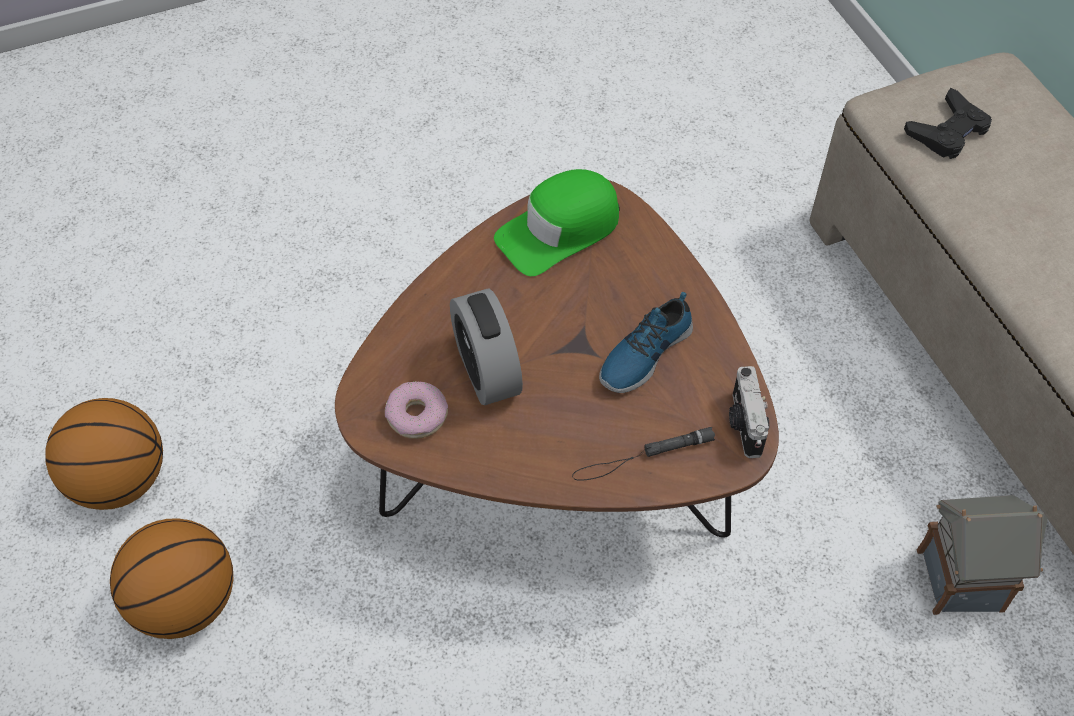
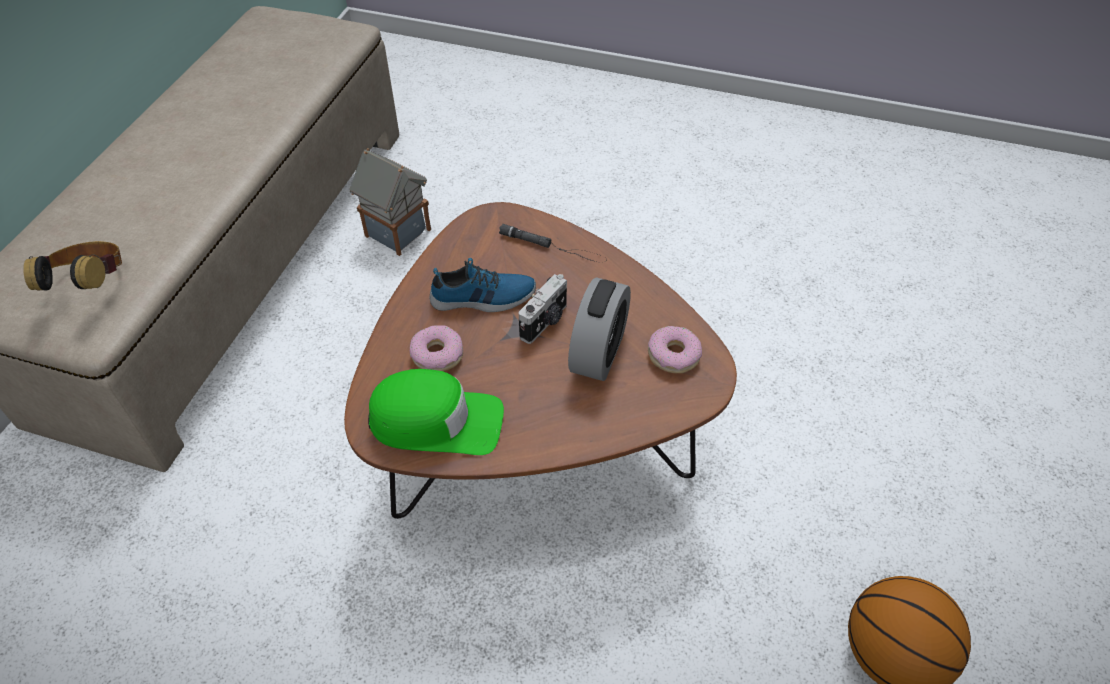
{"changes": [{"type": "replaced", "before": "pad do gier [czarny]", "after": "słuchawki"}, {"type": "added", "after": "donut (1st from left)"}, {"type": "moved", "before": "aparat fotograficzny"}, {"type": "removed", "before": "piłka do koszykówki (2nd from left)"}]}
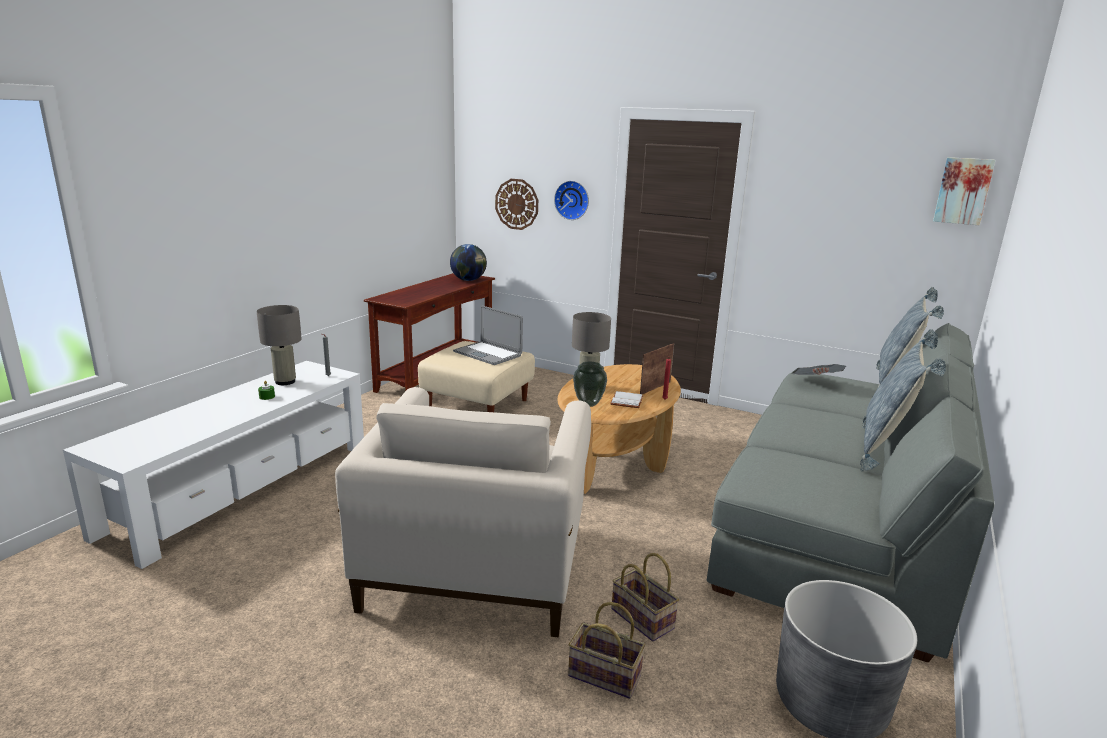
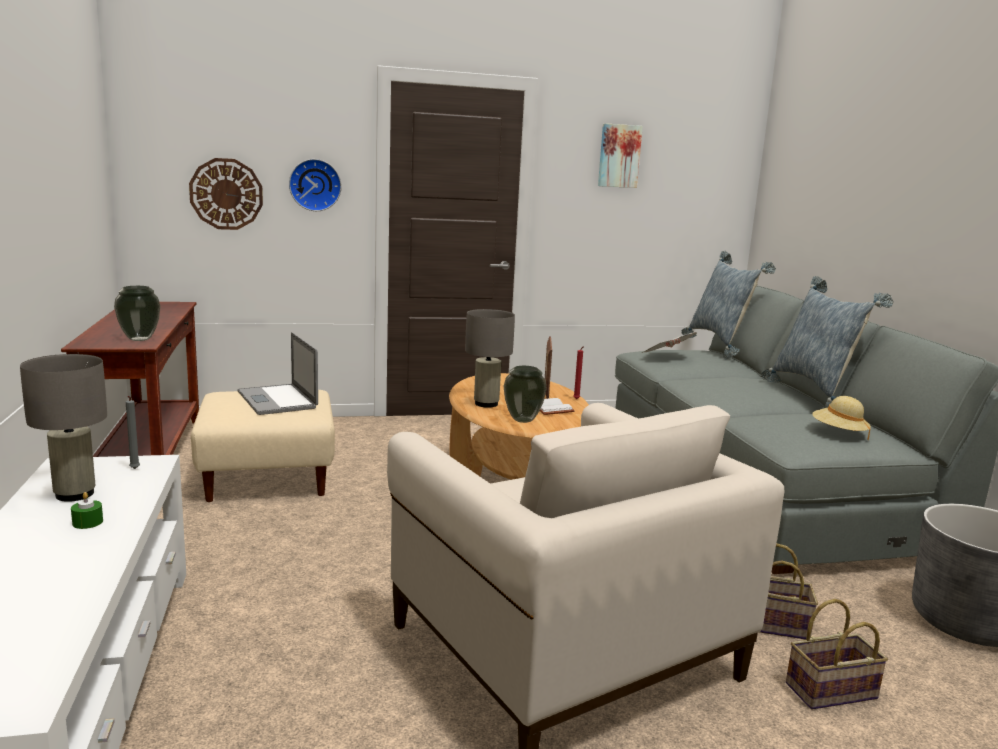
{"changes": [{"type": "added", "after": "wazon (1st from left)"}, {"type": "turned", "before": "laptop", "turn": 60}, {"type": "moved", "before": "obraz"}, {"type": "added", "after": "kapelusz [beżowy]"}, {"type": "removed", "before": "globus"}]}
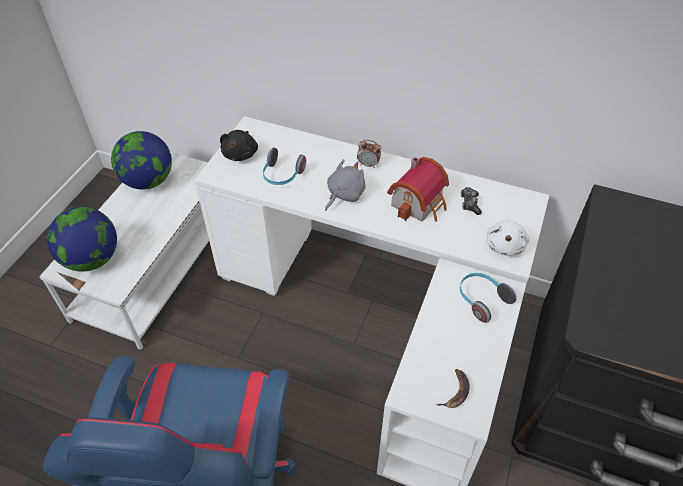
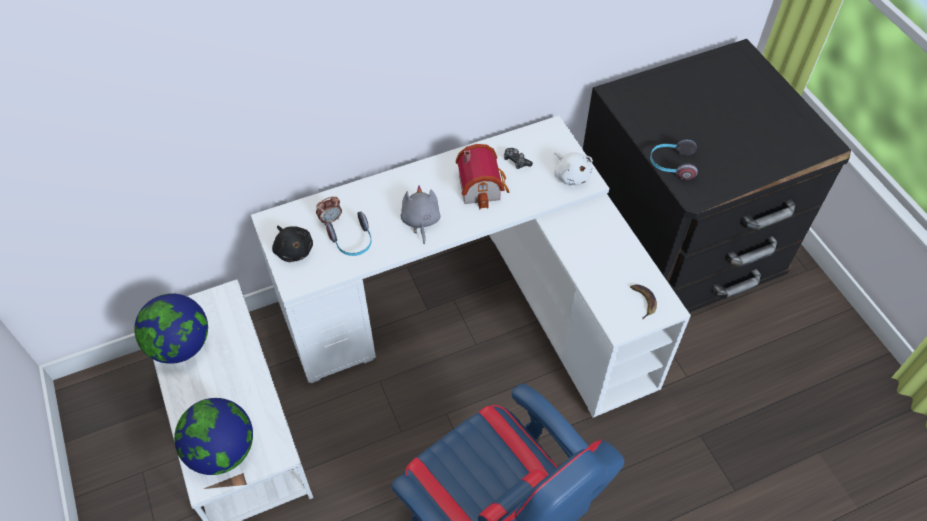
{"changes": [{"type": "moved", "before": "budzik"}, {"type": "moved", "before": "słuchawki (2nd from left)"}]}
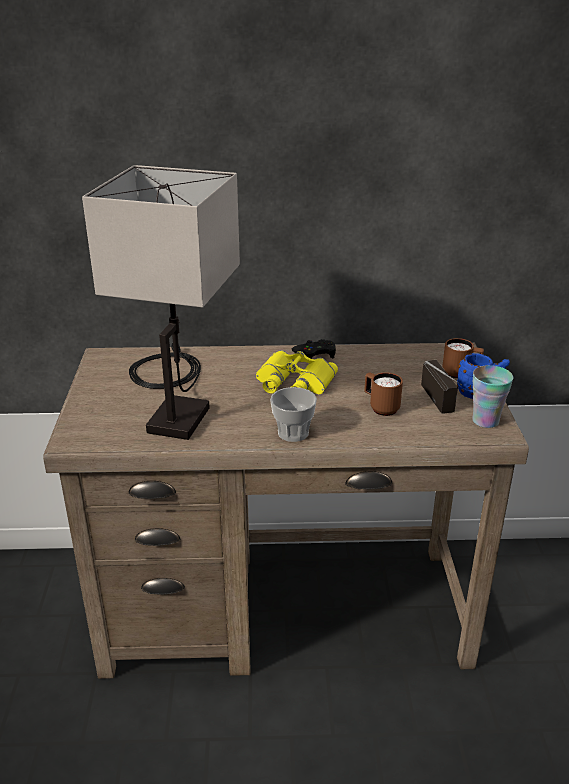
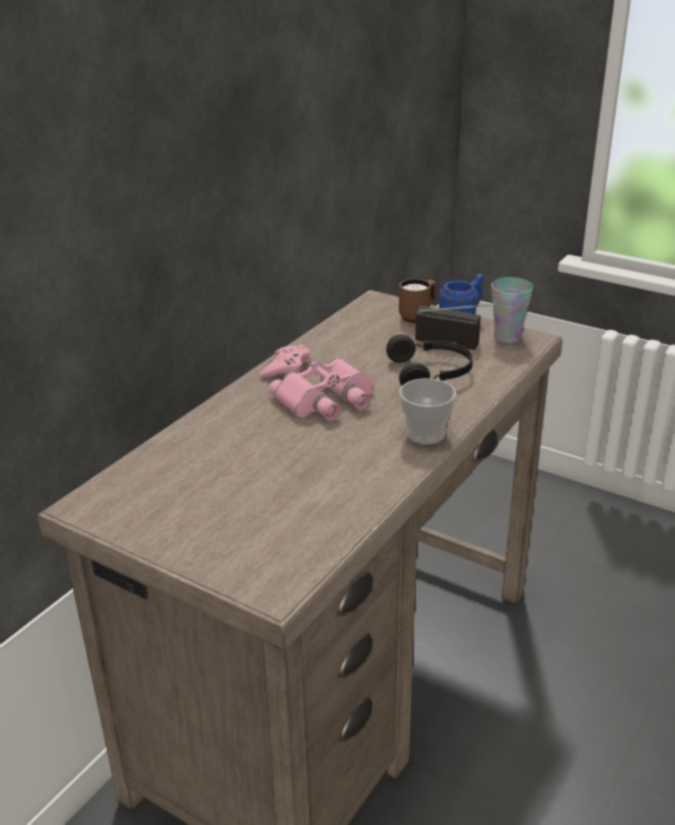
{"changes": [{"type": "recoloured", "before": "pad do gier [czarny]", "after": "pad do gier [różowy]"}, {"type": "recoloured", "before": "lornetka [żółty]", "after": "lornetka [różowy]"}, {"type": "replaced", "before": "kubek [brązowy] (1st from left)", "after": "słuchawki [czarny]"}, {"type": "removed", "before": "lampa stołowa"}]}
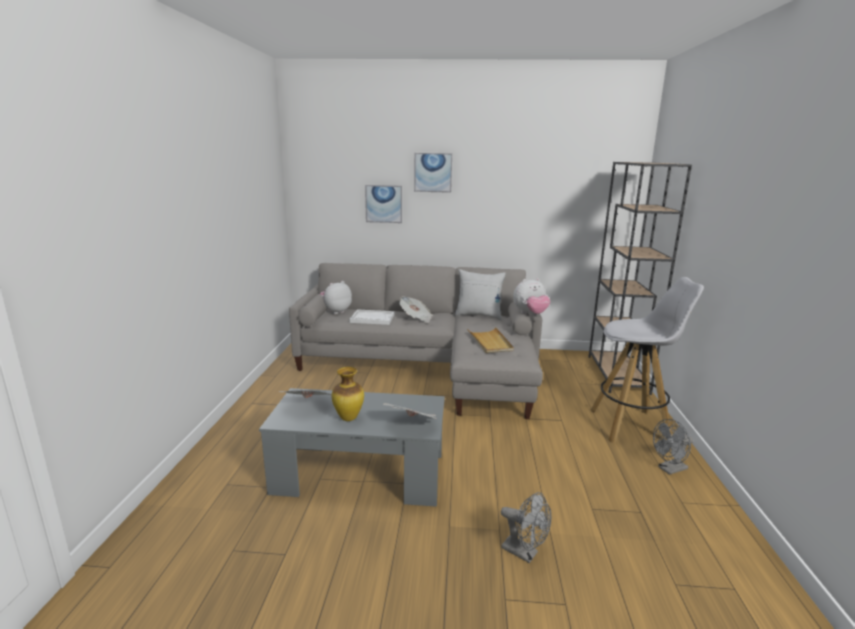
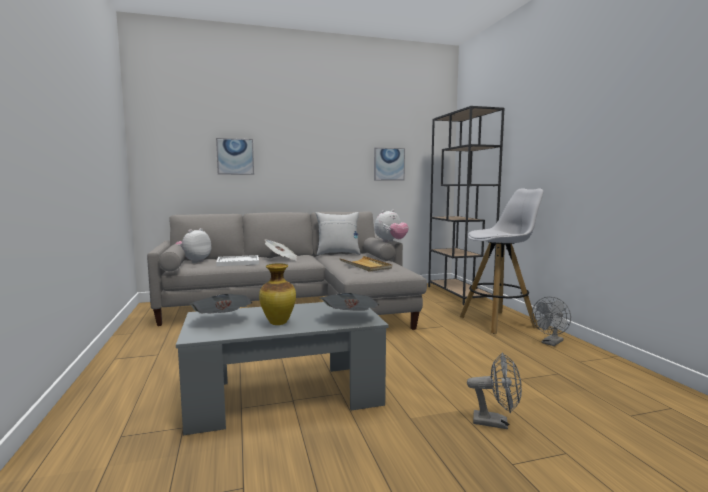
{"changes": [{"type": "moved", "before": "obraz (2nd from left)"}]}
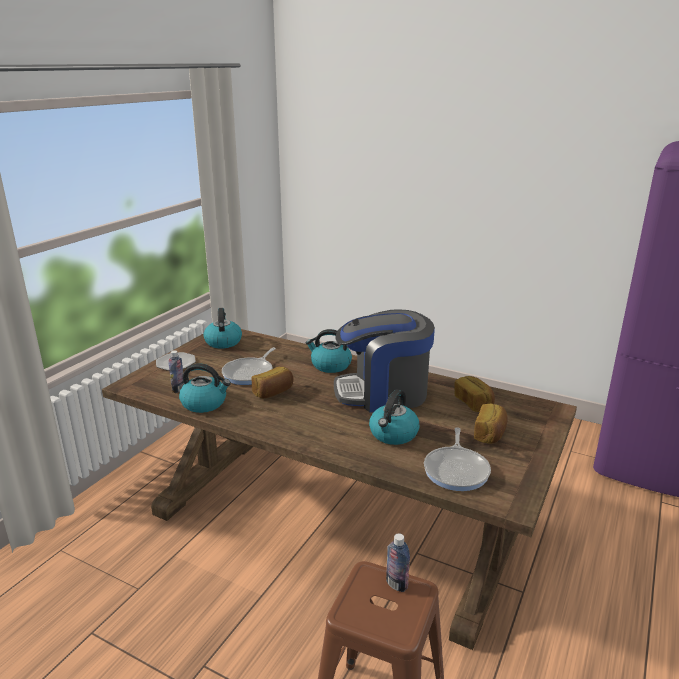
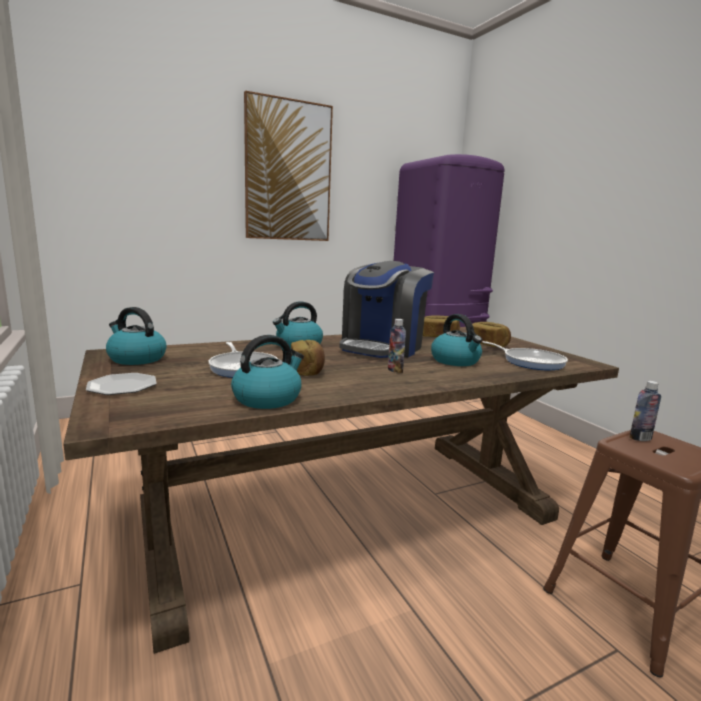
{"changes": [{"type": "added", "after": "obraz"}, {"type": "moved", "before": "butelka (1st from left)"}]}
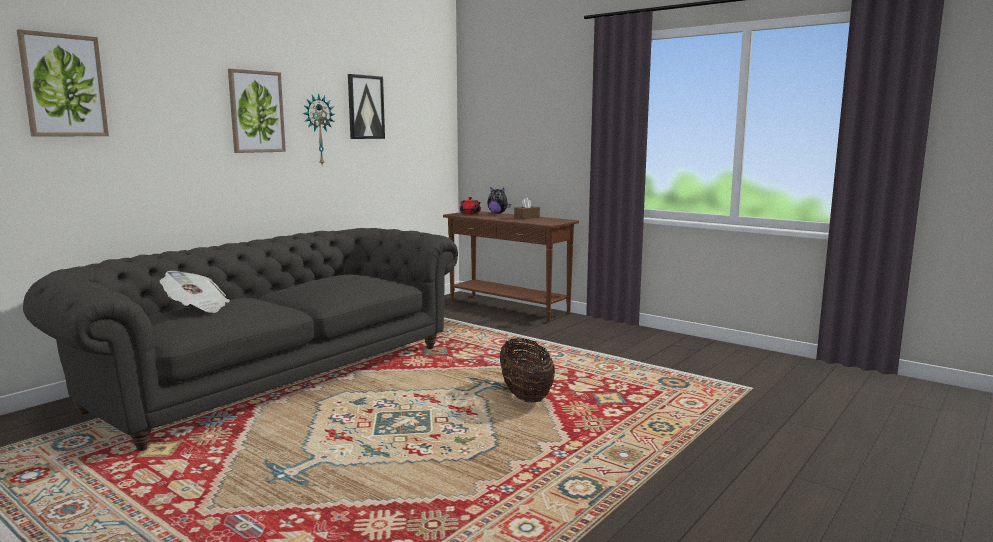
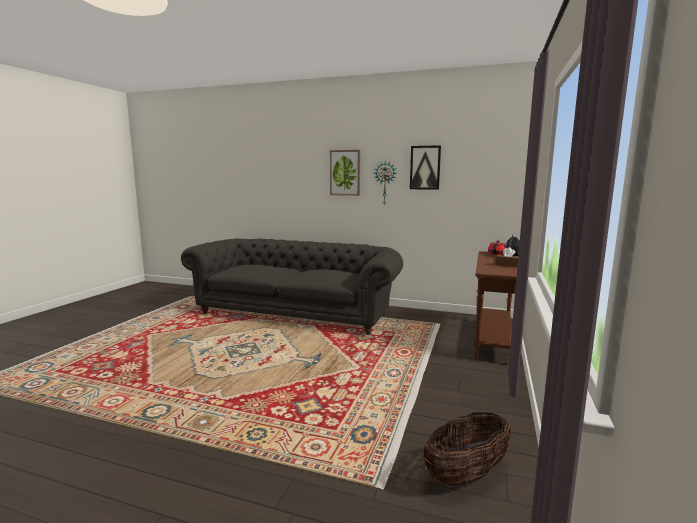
{"changes": [{"type": "moved", "before": "koszyk"}, {"type": "removed", "before": "obraz (1st from left)"}, {"type": "removed", "before": "gazeta"}]}
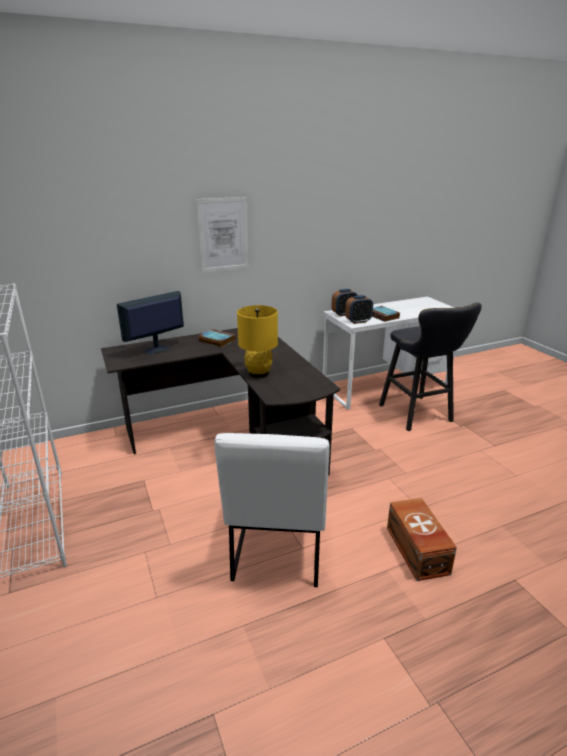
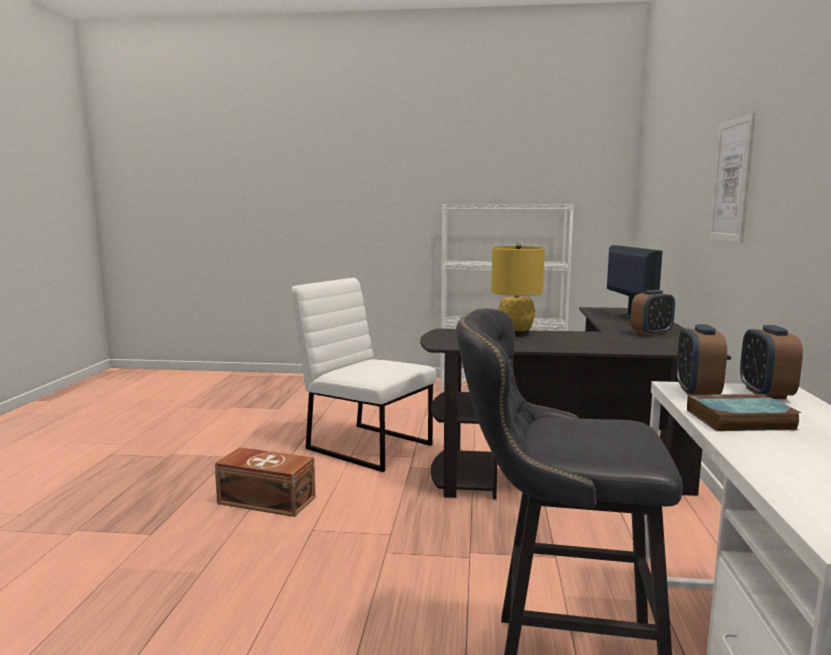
{"changes": [{"type": "replaced", "before": "książka (1st from left)", "after": "budzik (1st from left)"}]}
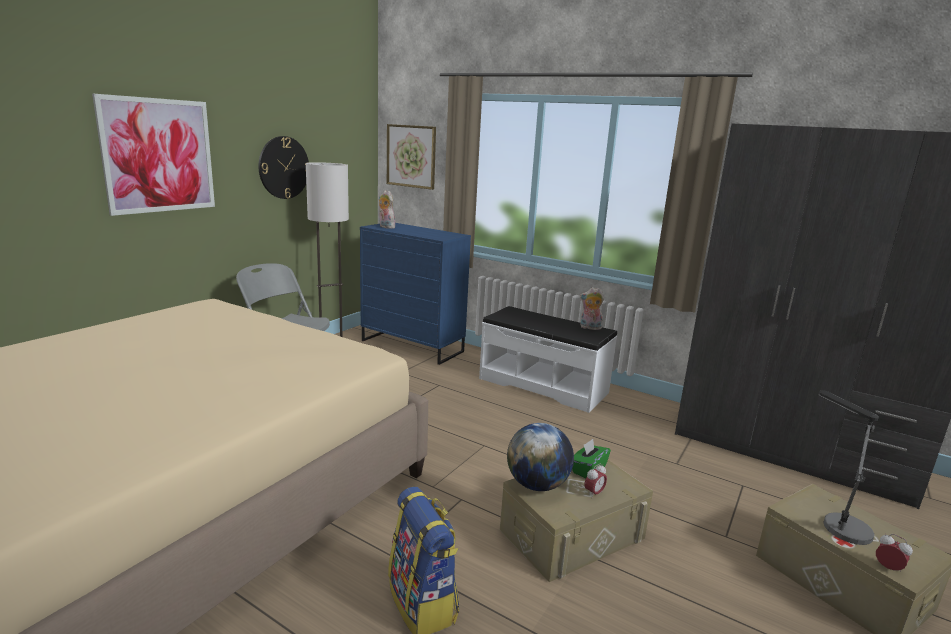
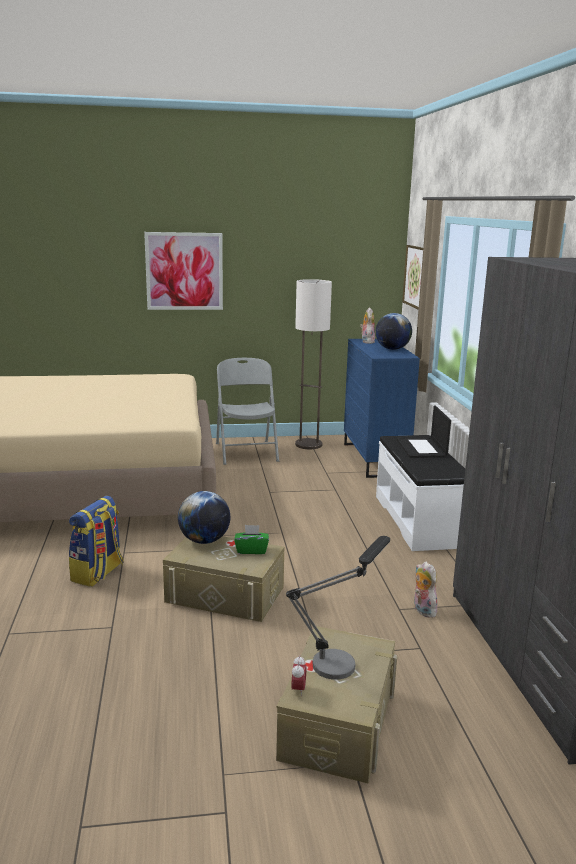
{"changes": [{"type": "added", "after": "globus (2nd from left)"}, {"type": "added", "after": "laptop"}, {"type": "moved", "before": "pluszak (2nd from left)"}, {"type": "removed", "before": "zegar ścienny"}, {"type": "removed", "before": "budzik (1st from left)"}]}
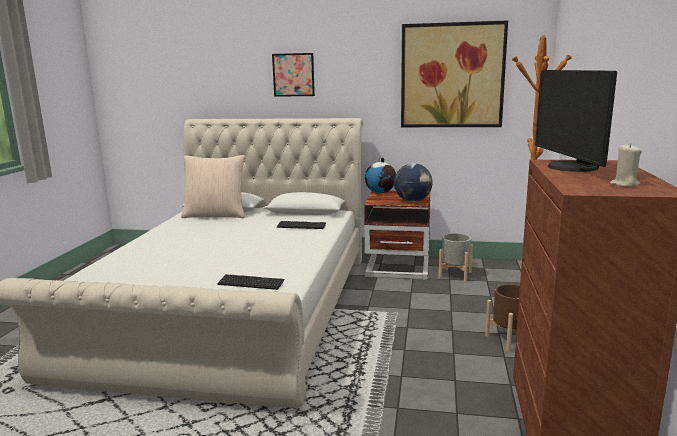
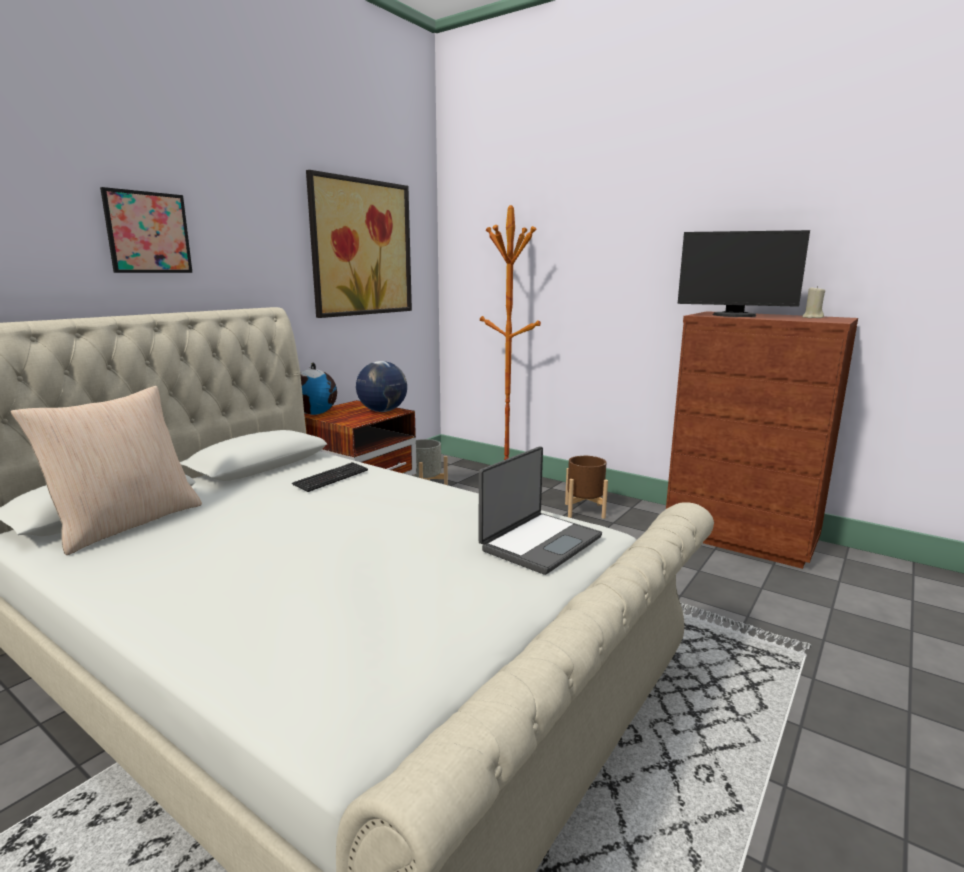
{"changes": [{"type": "replaced", "before": "klawiatura (1st from left)", "after": "laptop"}]}
